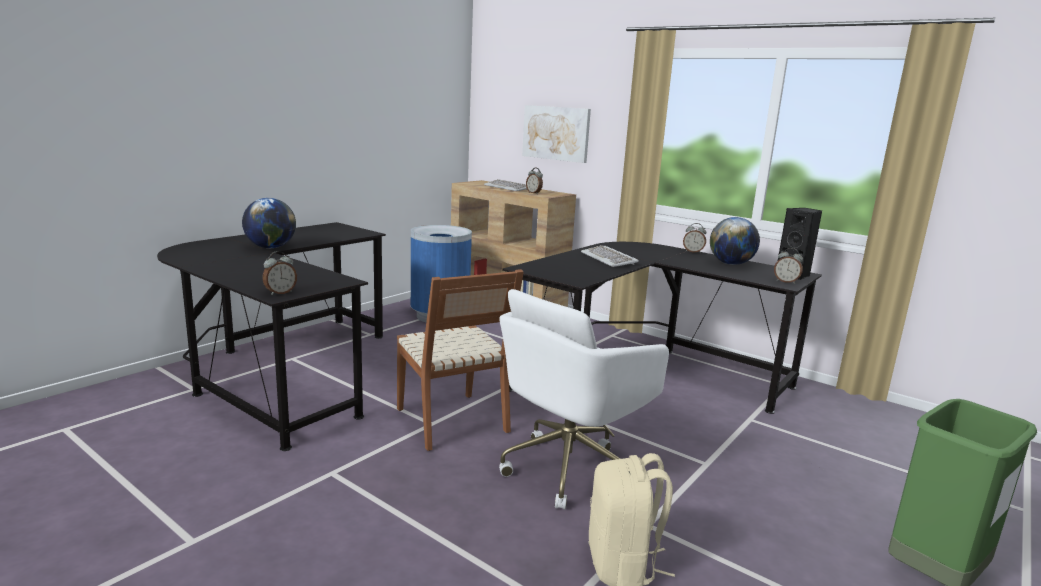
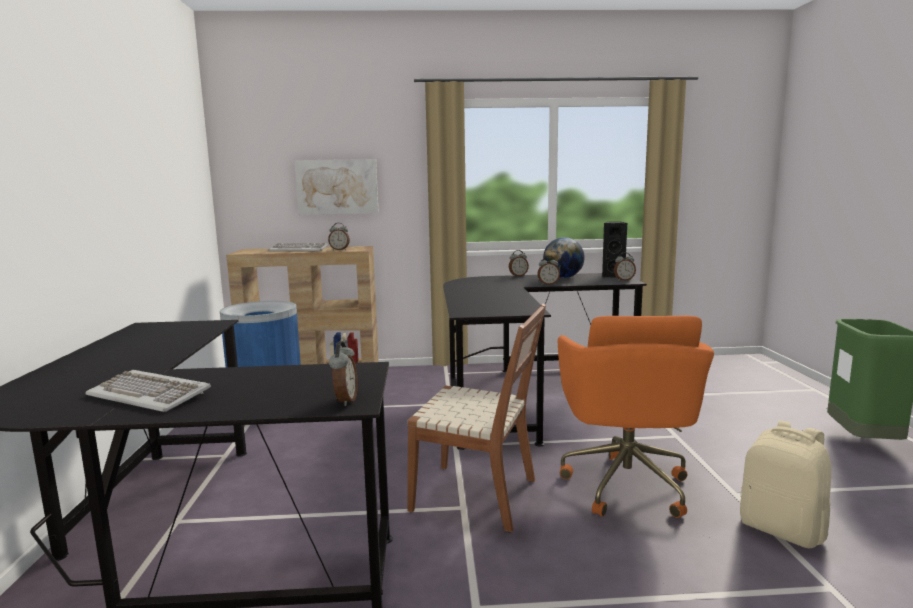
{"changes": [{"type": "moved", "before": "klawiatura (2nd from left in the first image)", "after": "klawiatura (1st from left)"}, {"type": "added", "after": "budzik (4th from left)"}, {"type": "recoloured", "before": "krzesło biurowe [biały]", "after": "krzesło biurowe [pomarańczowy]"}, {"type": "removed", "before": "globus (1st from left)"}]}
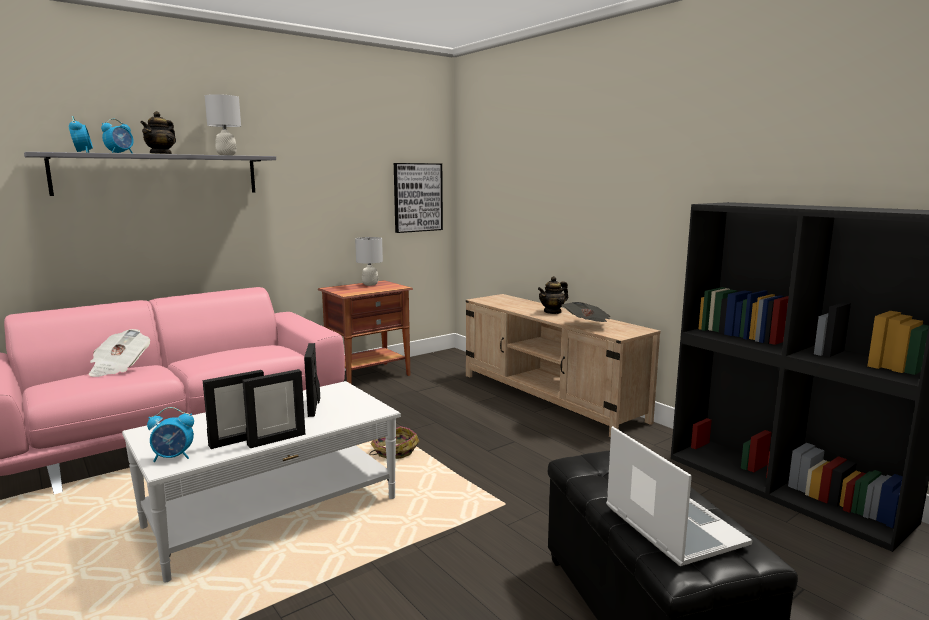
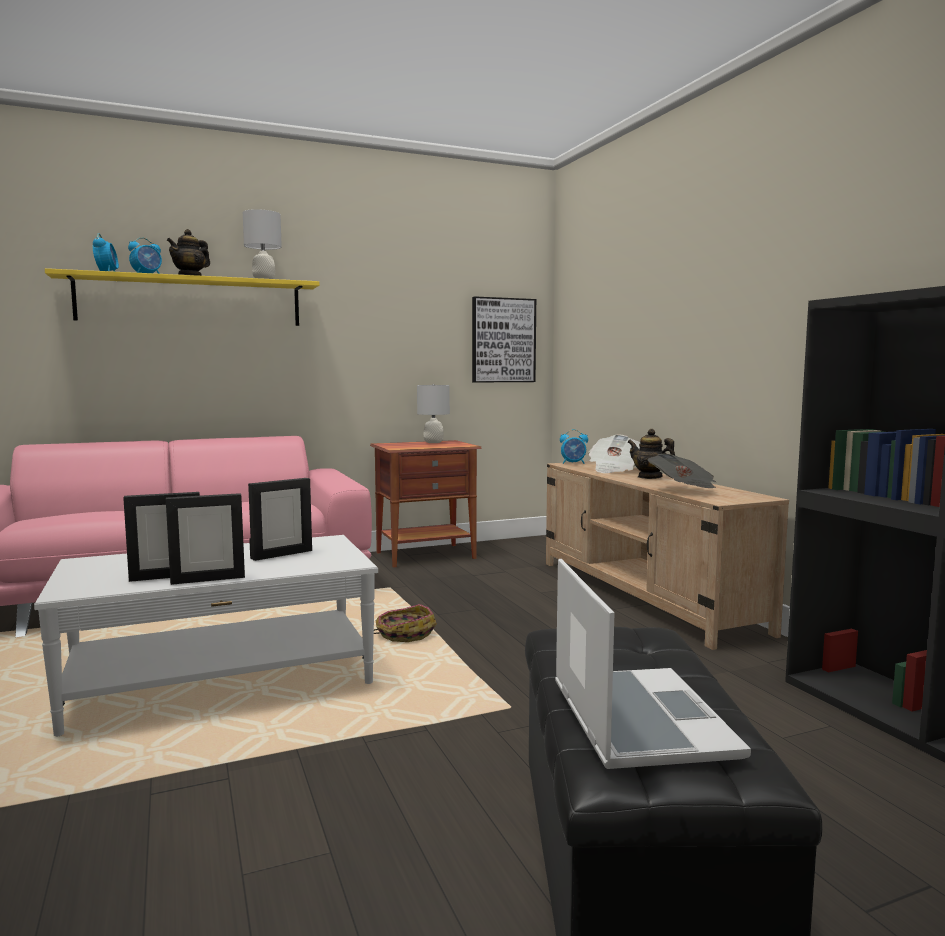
{"changes": [{"type": "recoloured", "before": "półka [szary]", "after": "półka [żółty]"}, {"type": "turned", "before": "ramka na zdjęcie (3rd from left)", "turn": -135}, {"type": "moved", "before": "budzik (3rd from left)"}, {"type": "moved", "before": "gazeta (1st from left)"}, {"type": "turned", "before": "imbryk (2nd from left)", "turn": 60}]}
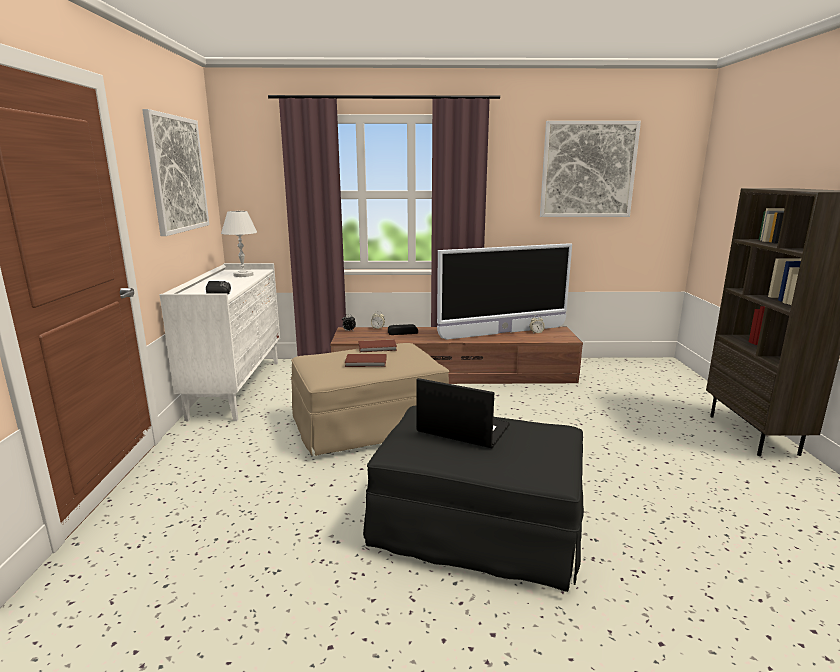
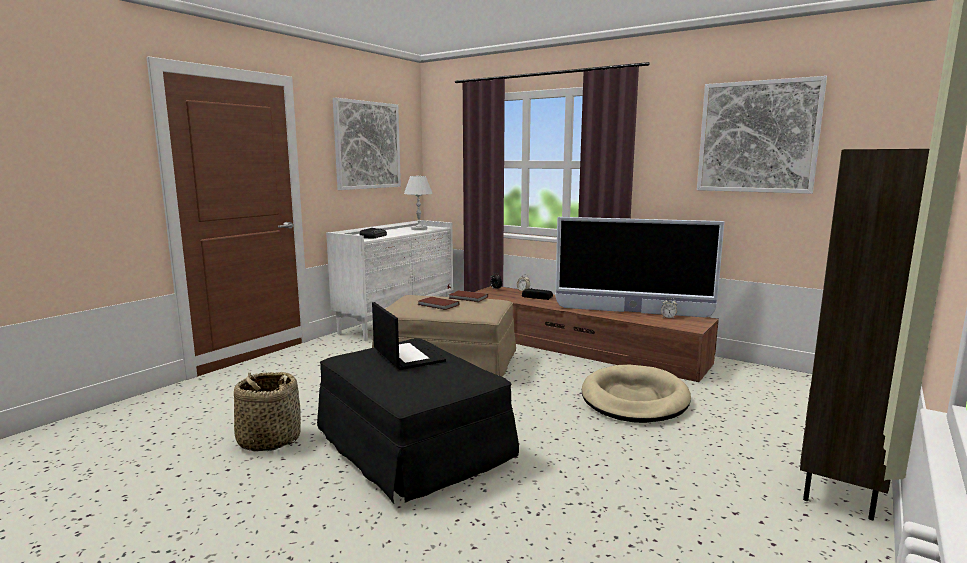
{"changes": [{"type": "added", "after": "koszyk"}, {"type": "added", "after": "legowisko [beżowy]"}]}
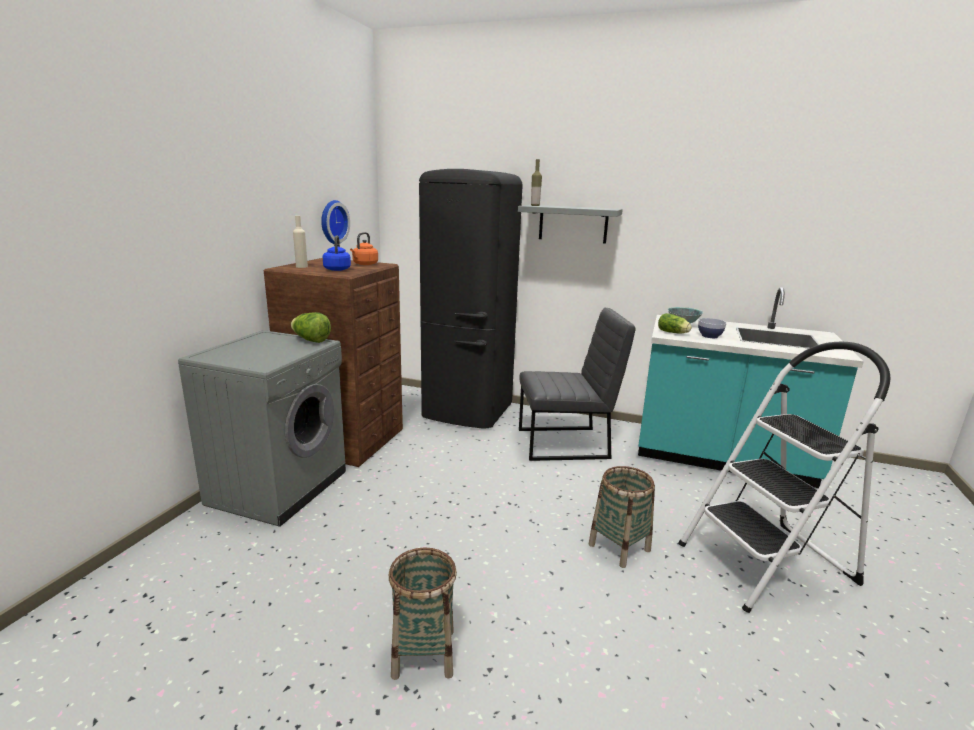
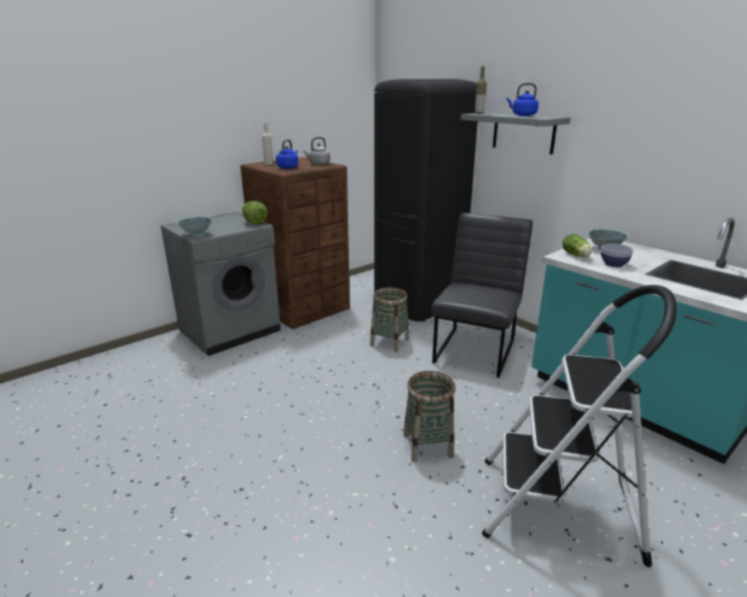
{"changes": [{"type": "added", "after": "miska (1st from left)"}, {"type": "recoloured", "before": "czajnik [pomarańczowy]", "after": "czajnik [szary]"}, {"type": "moved", "before": "koszyk (1st from left)"}, {"type": "turned", "before": "krzesło [szary]", "turn": -90}, {"type": "added", "after": "czajnik [niebieski] (2nd from left)"}, {"type": "removed", "before": "zegar ścienny"}]}
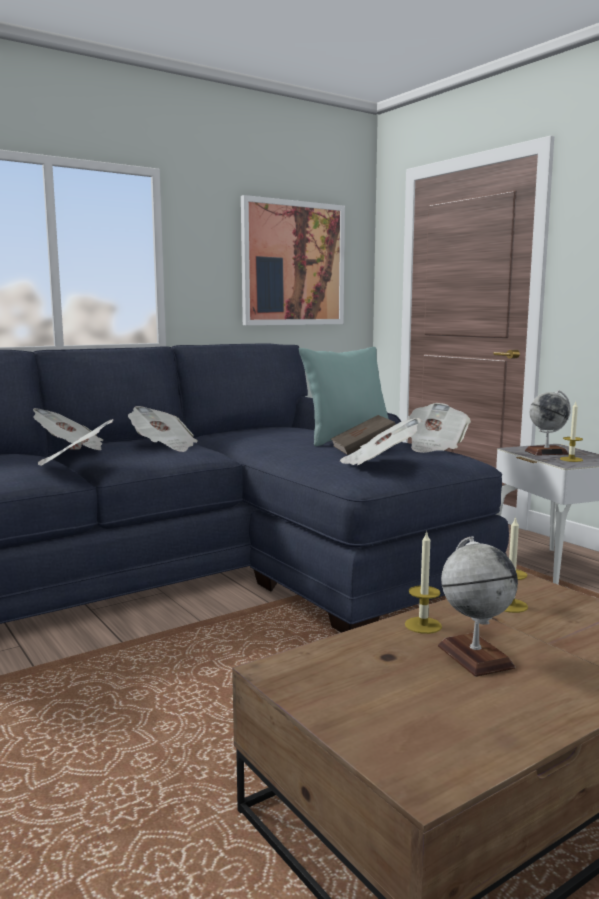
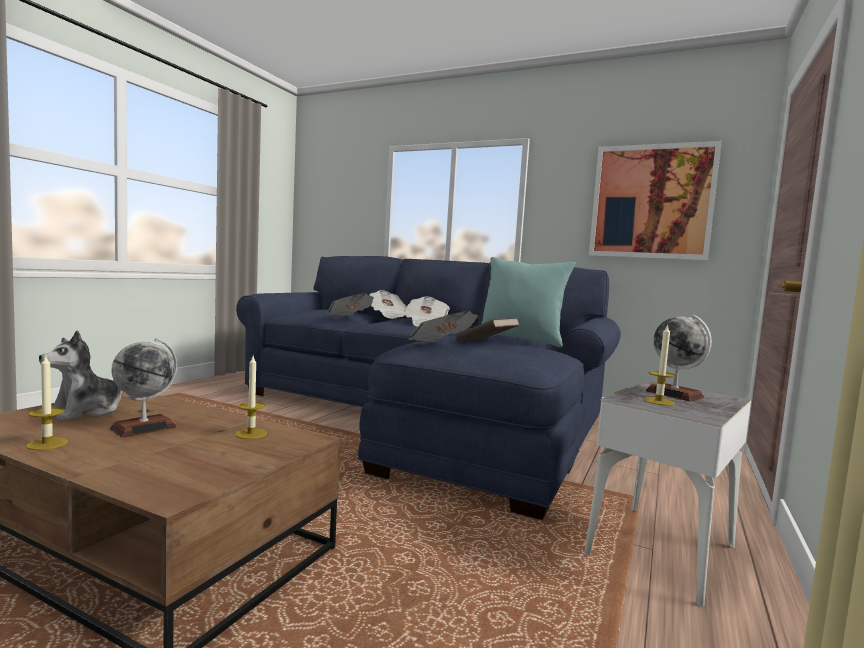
{"changes": [{"type": "moved", "before": "świeca (1st from left)"}, {"type": "added", "after": "pluszak"}, {"type": "removed", "before": "gazeta (5th from left)"}]}
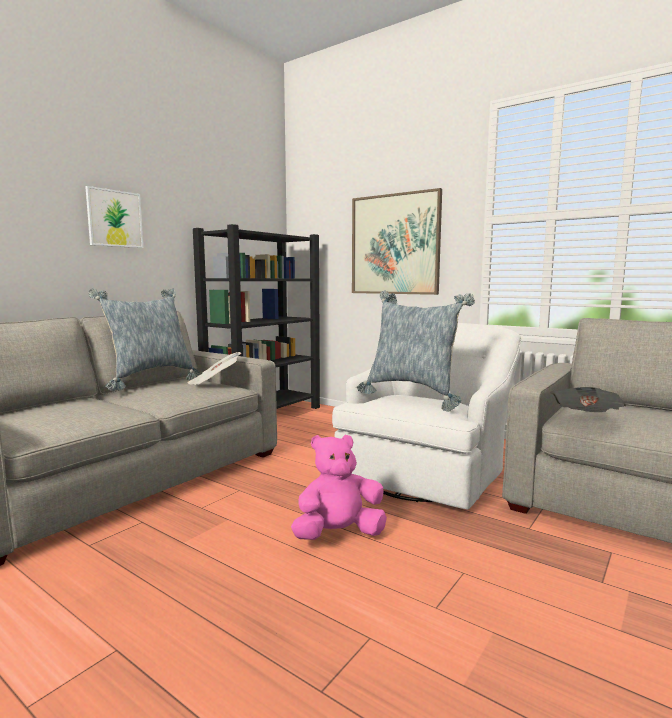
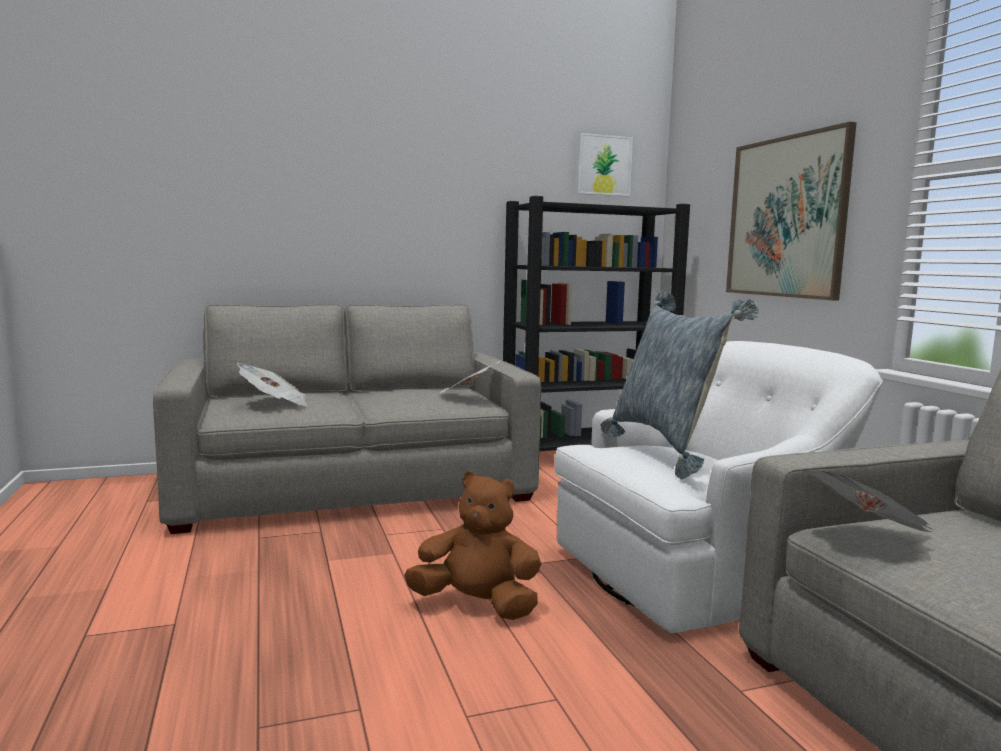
{"changes": [{"type": "added", "after": "gazeta (1st from left)"}, {"type": "recoloured", "before": "pluszak [różowy]", "after": "pluszak [brązowy]"}, {"type": "moved", "before": "obraz (1st from left)"}, {"type": "removed", "before": "poduszka (1st from left)"}]}
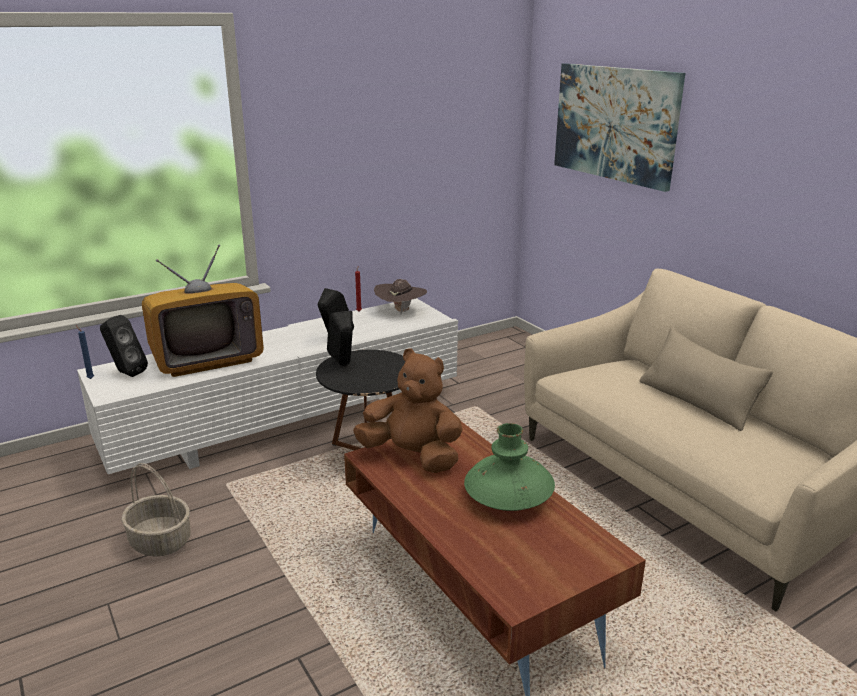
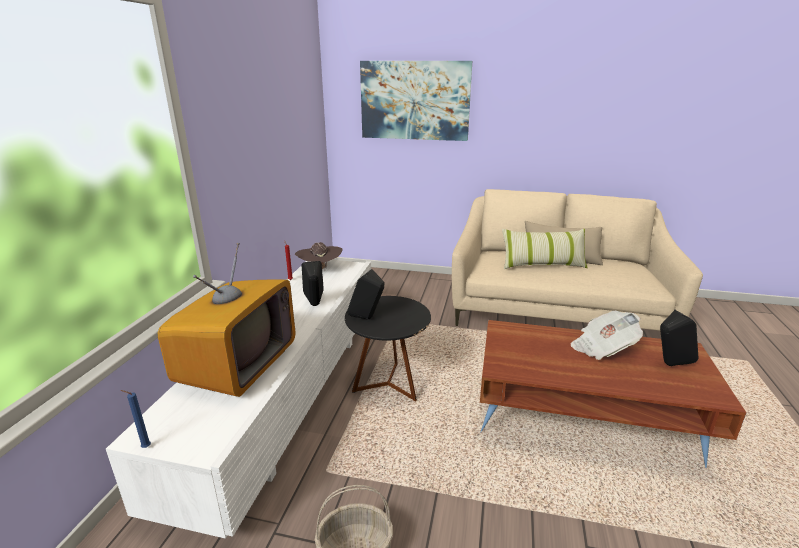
{"changes": [{"type": "added", "after": "poduszka"}, {"type": "replaced", "before": "wazon [zielony]", "after": "gazeta"}, {"type": "moved", "before": "głośnik [czarny] (1st from left in the first image)", "after": "głośnik [czarny] (3rd from left)"}, {"type": "removed", "before": "pluszak [brązowy]"}]}
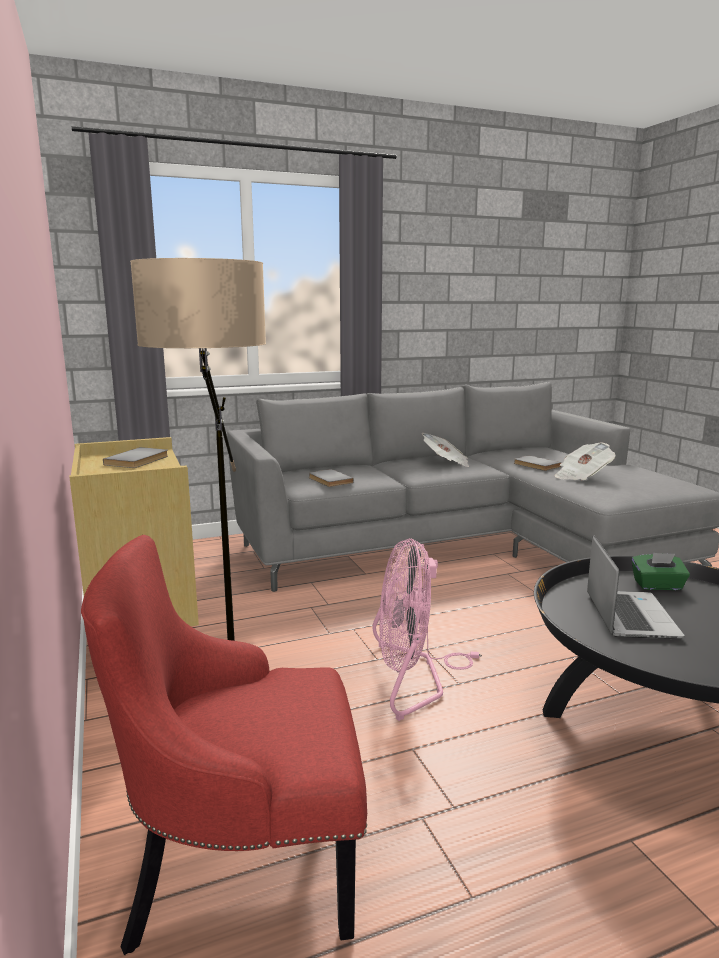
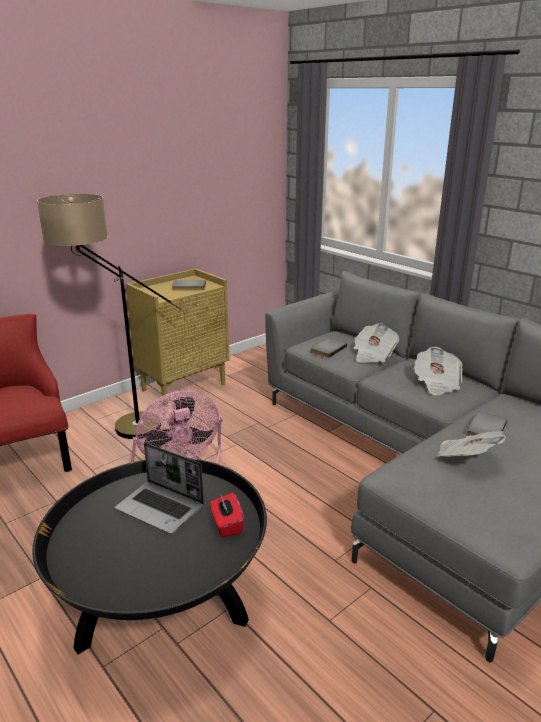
{"changes": [{"type": "turned", "before": "laptop", "turn": 45}, {"type": "recoloured", "before": "pudełko chusteczek [zielony]", "after": "pudełko chusteczek [czerwony]"}, {"type": "added", "after": "gazeta (1st from left)"}]}
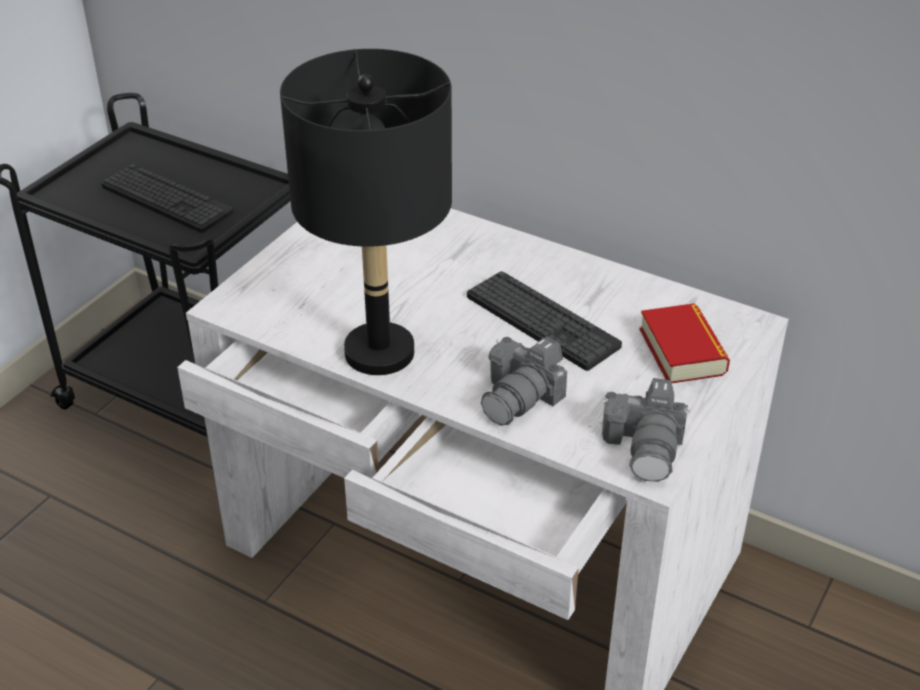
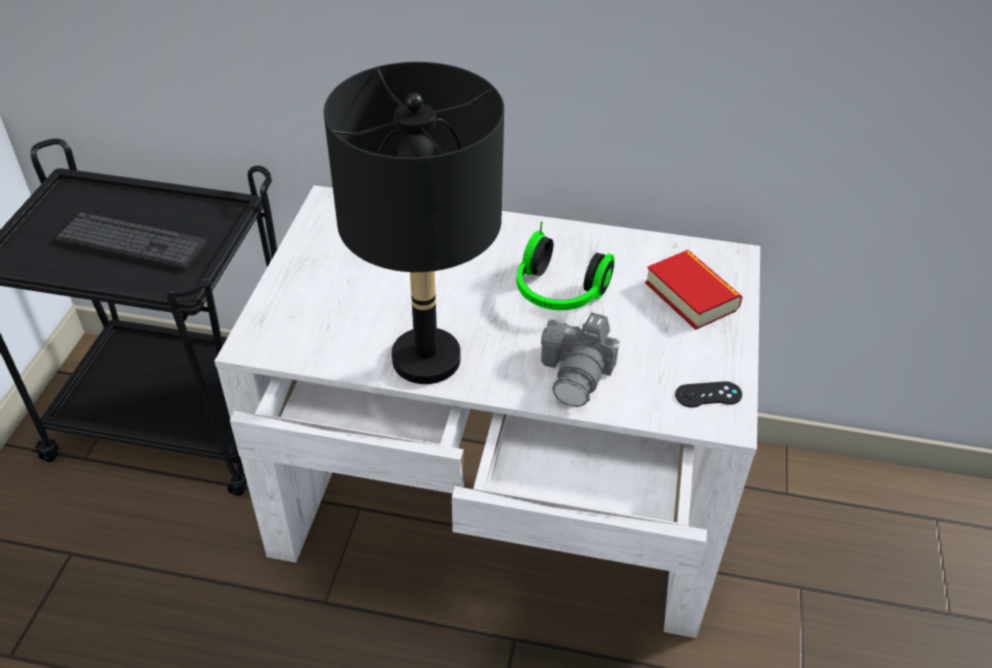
{"changes": [{"type": "replaced", "before": "klawiatura (2nd from left)", "after": "słuchawki"}, {"type": "replaced", "before": "aparat fotograficzny (2nd from left)", "after": "pad do gier [czarny]"}]}
